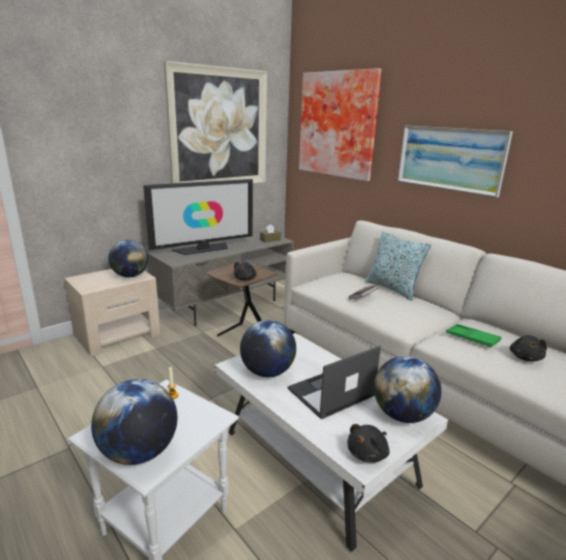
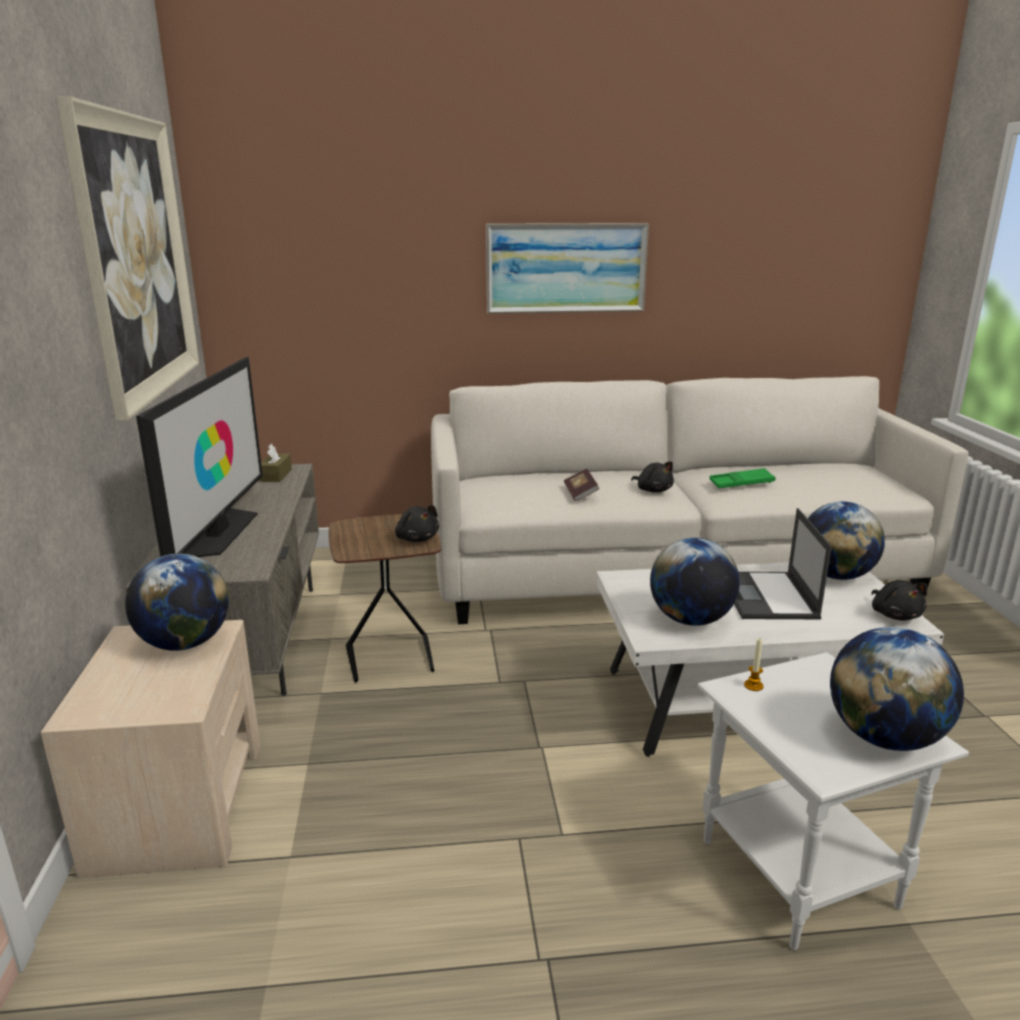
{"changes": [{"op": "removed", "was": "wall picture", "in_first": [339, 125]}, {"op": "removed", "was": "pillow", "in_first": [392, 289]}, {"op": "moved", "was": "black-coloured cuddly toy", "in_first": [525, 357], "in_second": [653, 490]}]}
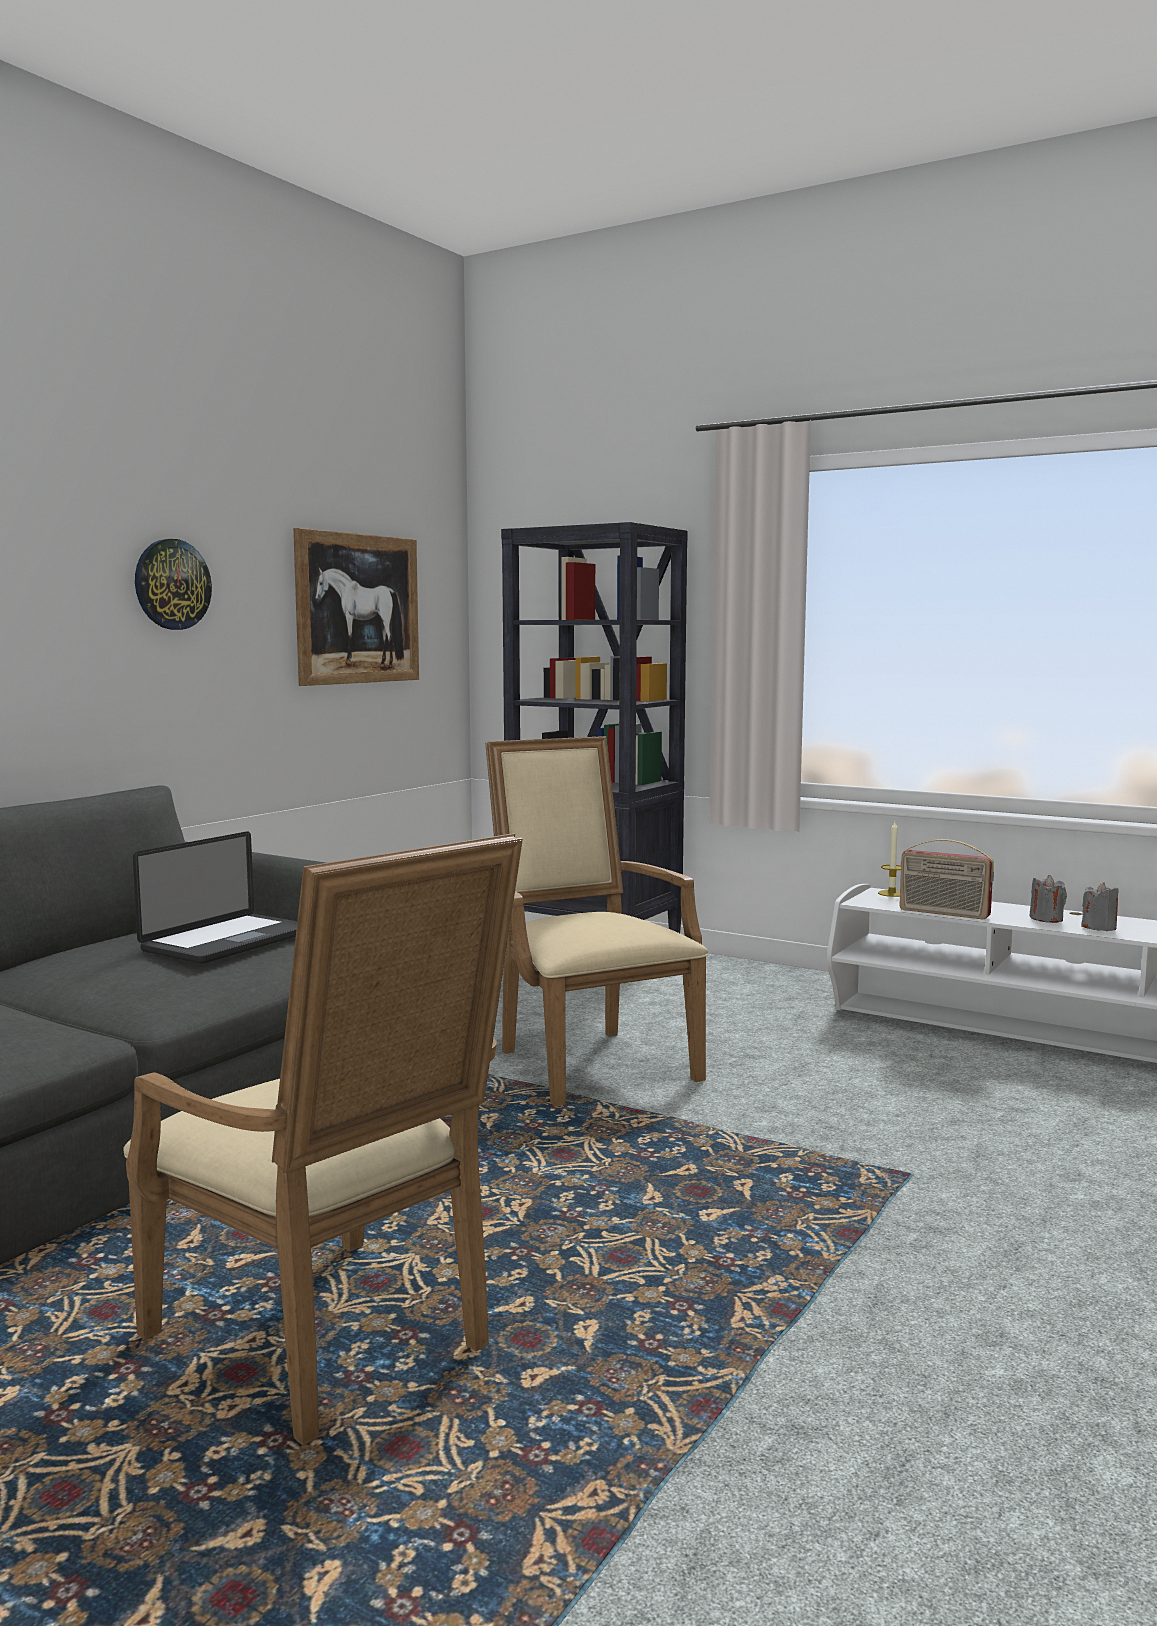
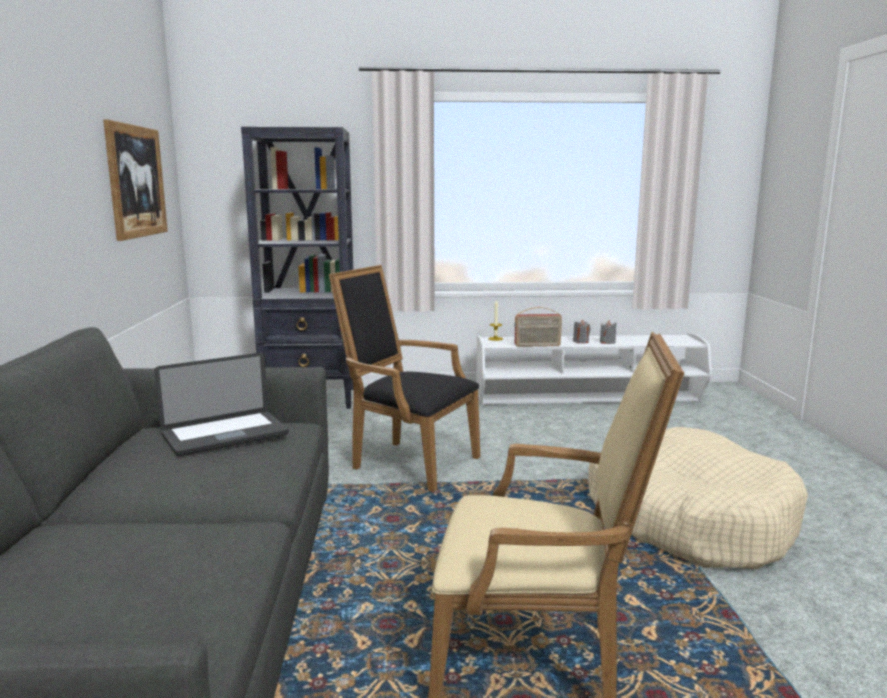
{"changes": [{"op": "removed", "was": "hanging clock", "in_first": [172, 584]}, {"op": "added", "now": "sand-coloured dog cushion", "in_second": [688, 518]}, {"op": "recoloured", "was": "sand-coloured easy chair", "now": "black-coloured easy chair", "in_first": [587, 1061], "in_second": [408, 462]}, {"op": "turned", "was": "notebook computer", "in_first": [228, 941], "in_second": [225, 435], "clockwise": 60}]}
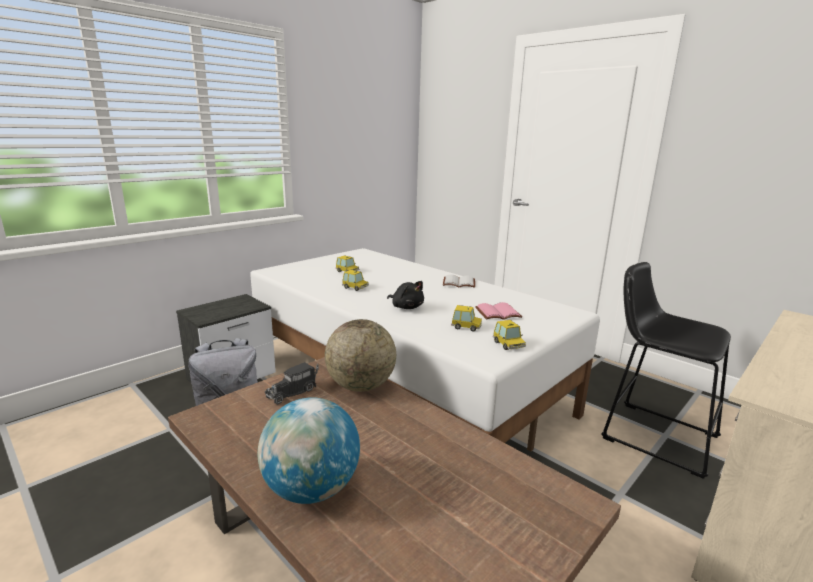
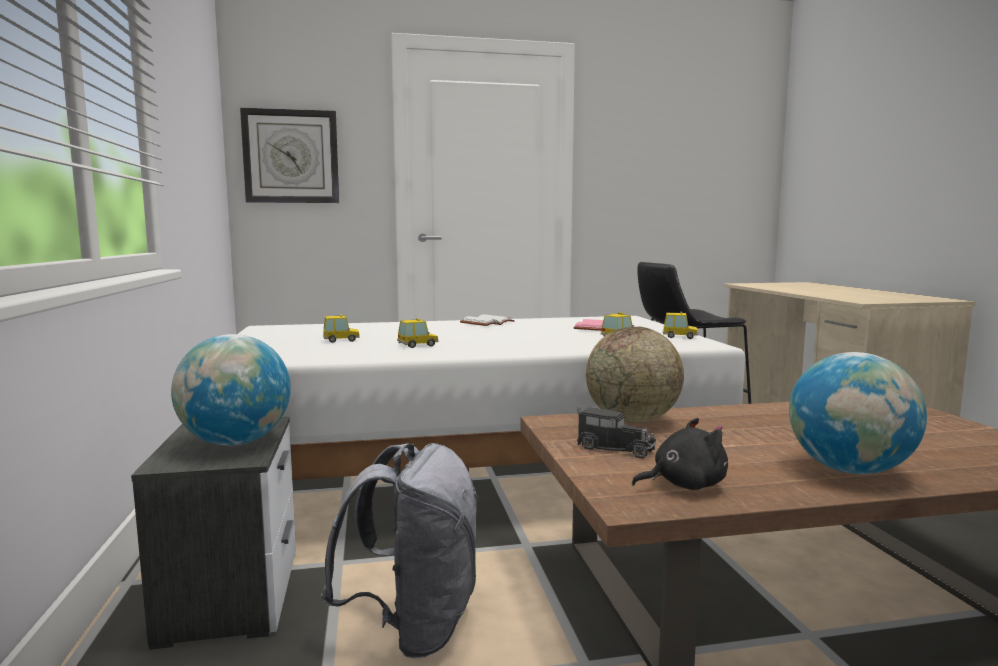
{"changes": [{"op": "added", "now": "world globe", "in_second": [236, 442]}, {"op": "added", "now": "hanging clock", "in_second": [291, 157]}, {"op": "moved", "was": "black-coloured cuddly toy", "in_first": [406, 307], "in_second": [684, 485]}, {"op": "turned", "was": "toy truck", "in_first": [293, 392], "in_second": [612, 448], "clockwise": -45}]}
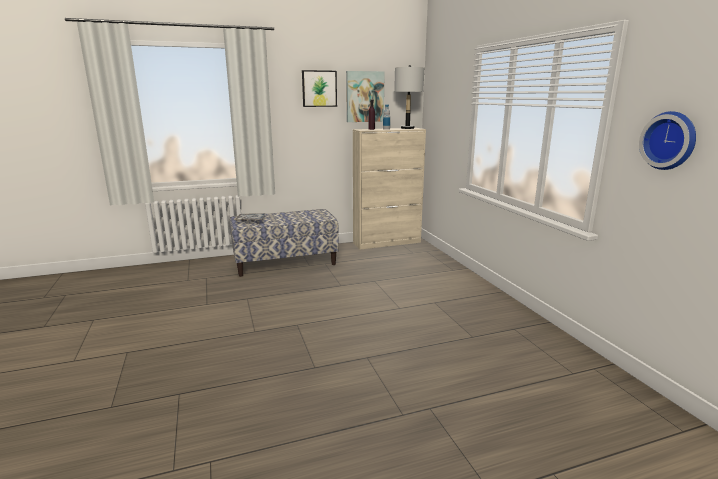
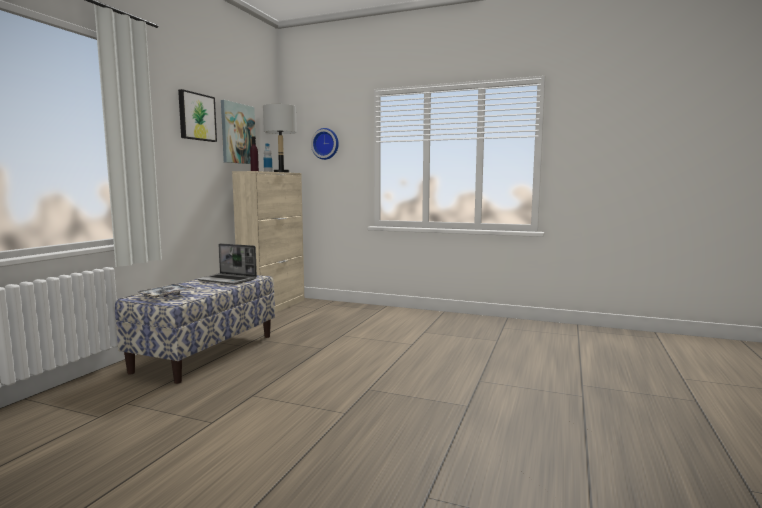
{"changes": [{"op": "added", "now": "notebook computer", "in_second": [228, 280]}, {"op": "moved", "was": "hanging clock", "in_first": [670, 140], "in_second": [326, 144]}]}
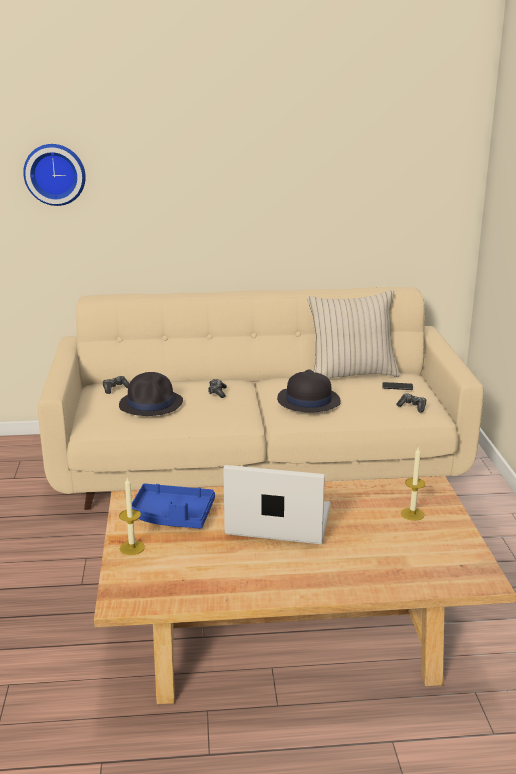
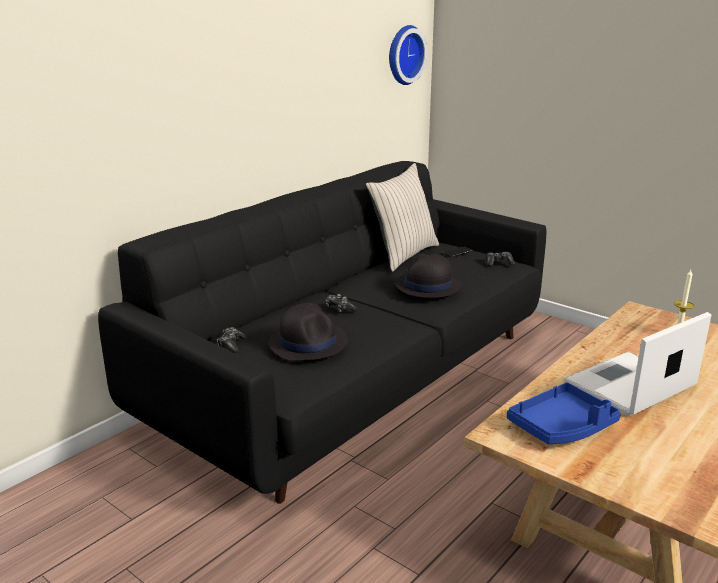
{"changes": [{"op": "removed", "was": "wax candle", "in_first": [132, 548]}, {"op": "moved", "was": "hanging clock", "in_first": [55, 174], "in_second": [403, 55]}, {"op": "recoloured", "was": "sand-coloured sofa", "now": "black-coloured sofa", "in_first": [258, 466], "in_second": [358, 379]}]}
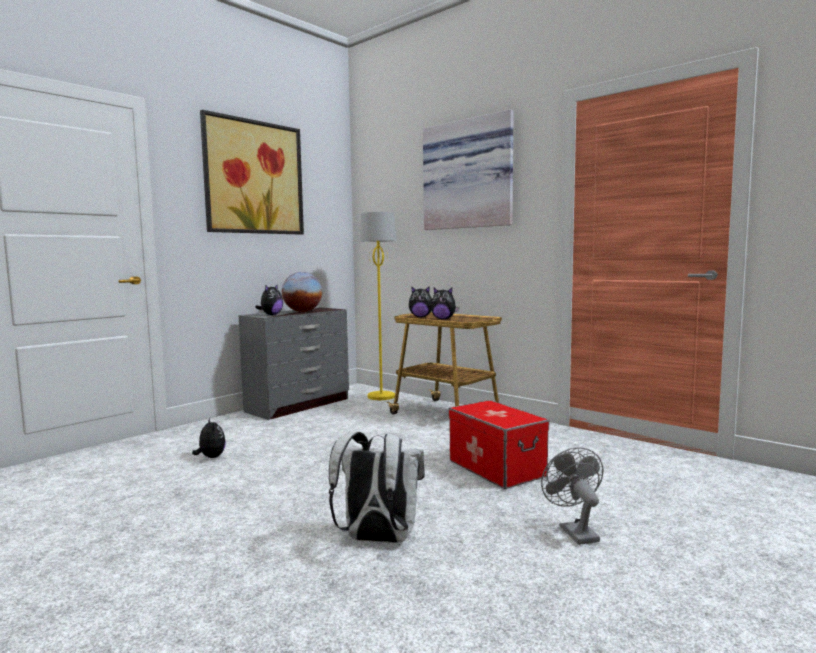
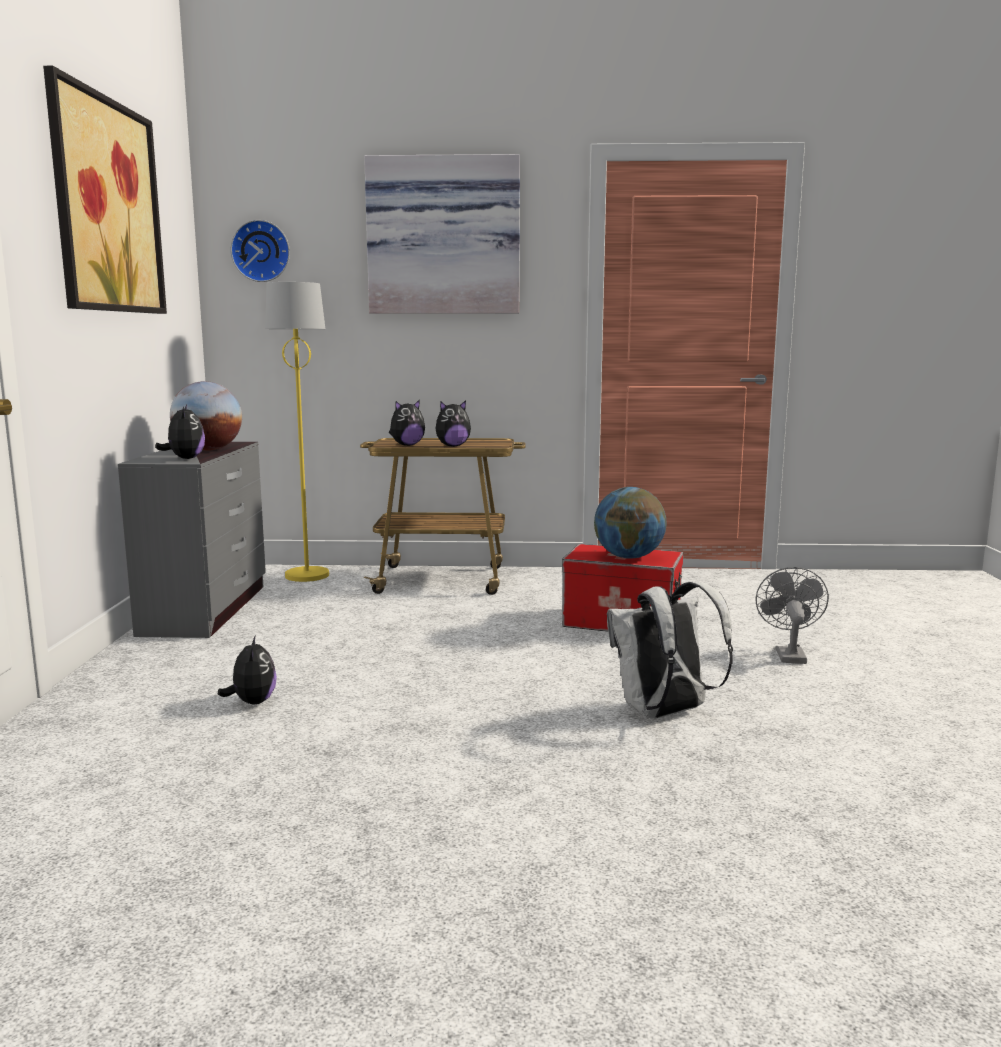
{"changes": [{"op": "added", "now": "hanging clock", "in_second": [261, 251]}, {"op": "added", "now": "world globe", "in_second": [628, 557]}, {"op": "turned", "was": "cuddly toy", "in_first": [211, 457], "in_second": [252, 702], "clockwise": 60}, {"op": "turned", "was": "greyish cooling fan", "in_first": [574, 531], "in_second": [788, 654], "clockwise": 60}]}
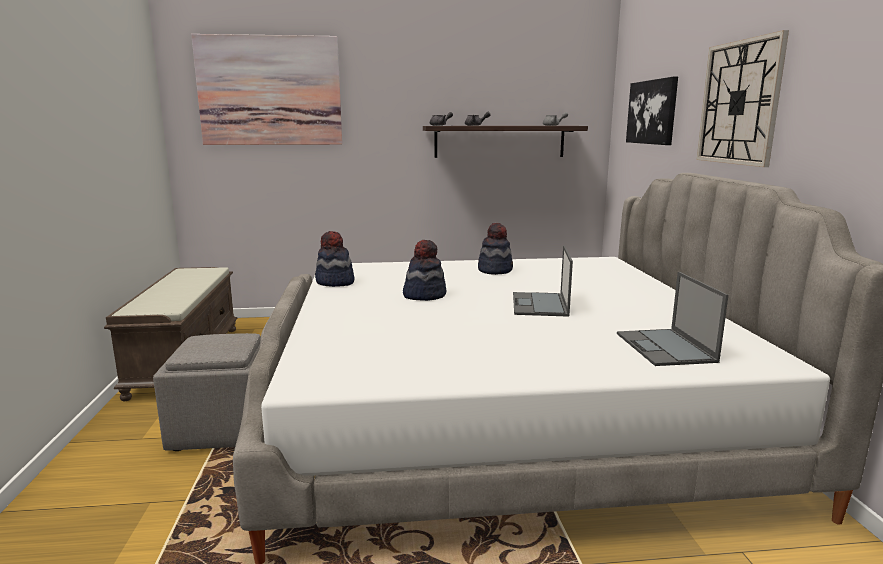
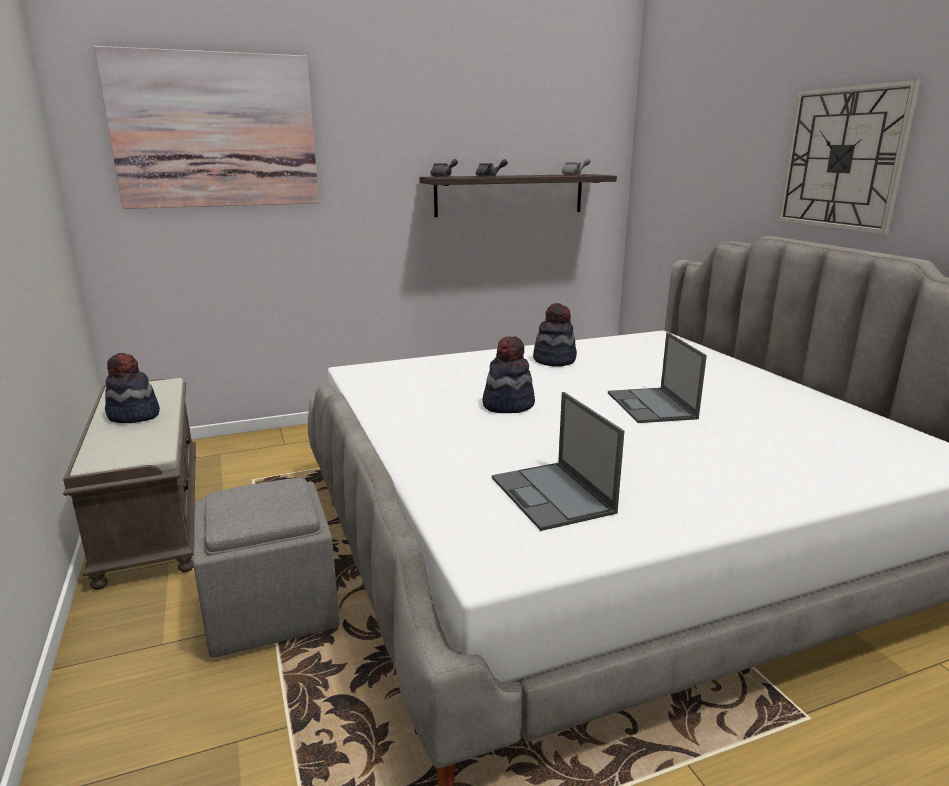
{"changes": [{"op": "removed", "was": "wall picture", "in_first": [652, 112]}, {"op": "moved", "was": "clothing hat", "in_first": [335, 282], "in_second": [133, 416]}, {"op": "moved", "was": "notebook computer", "in_first": [666, 348], "in_second": [553, 496]}]}
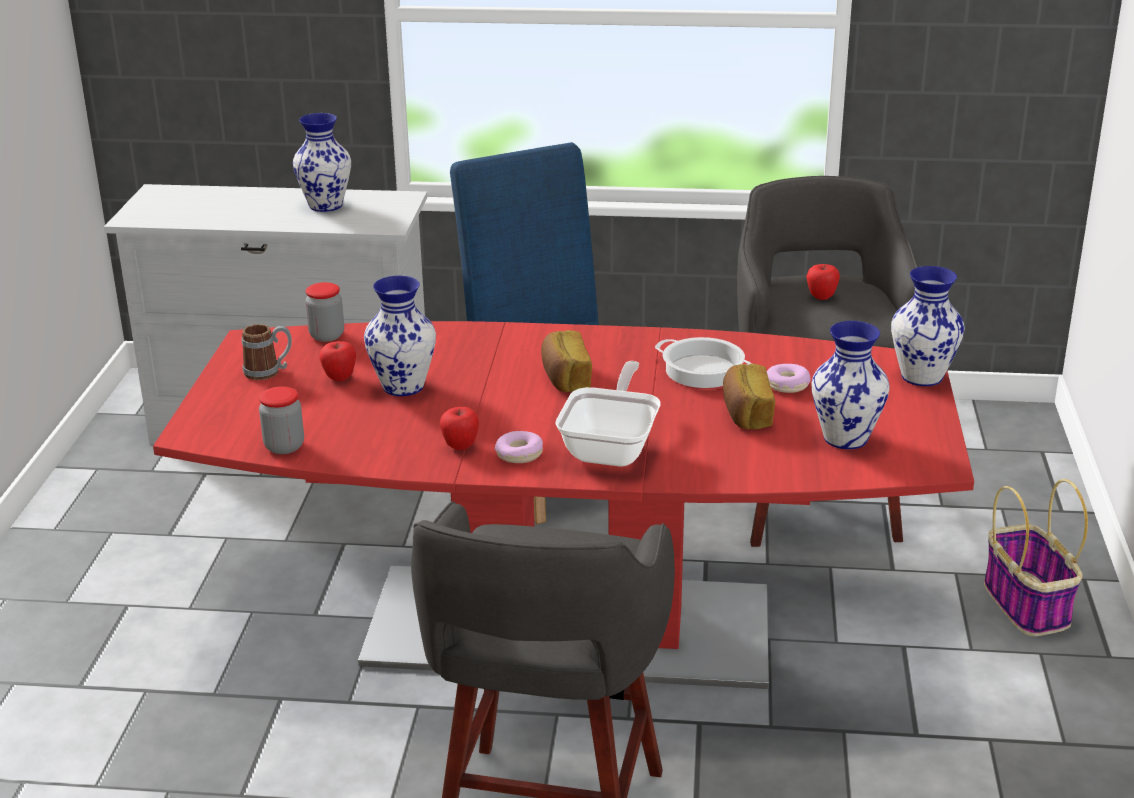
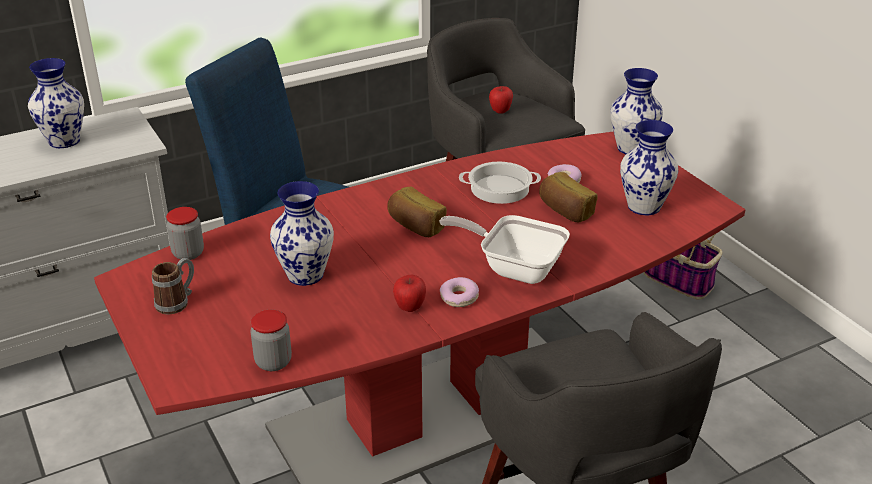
{"changes": [{"op": "removed", "was": "whole apple", "in_first": [339, 378]}, {"op": "turned", "was": "skillet", "in_first": [612, 447], "in_second": [514, 268], "clockwise": -45}]}
